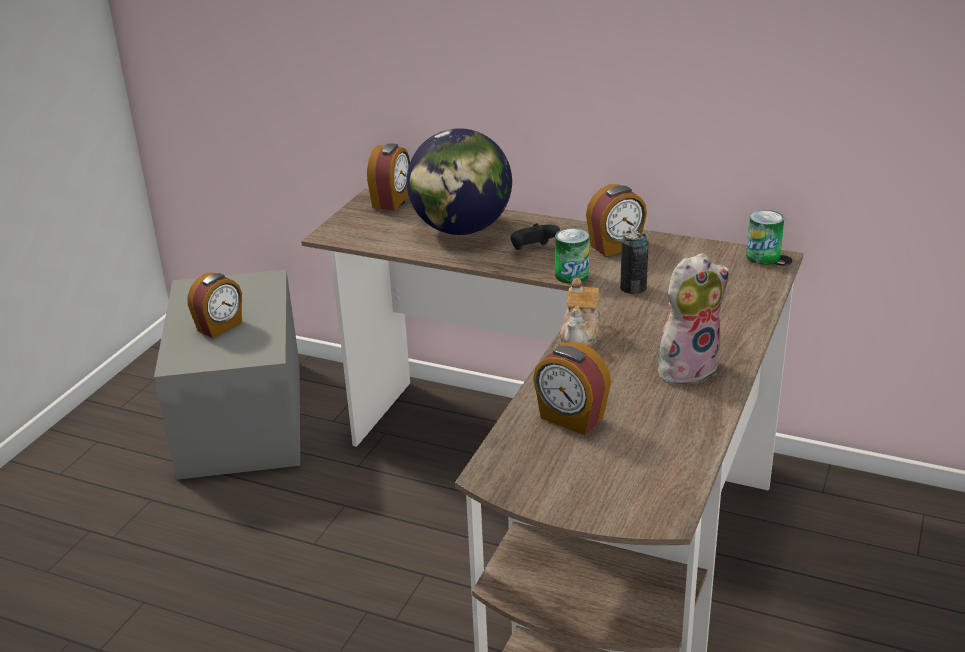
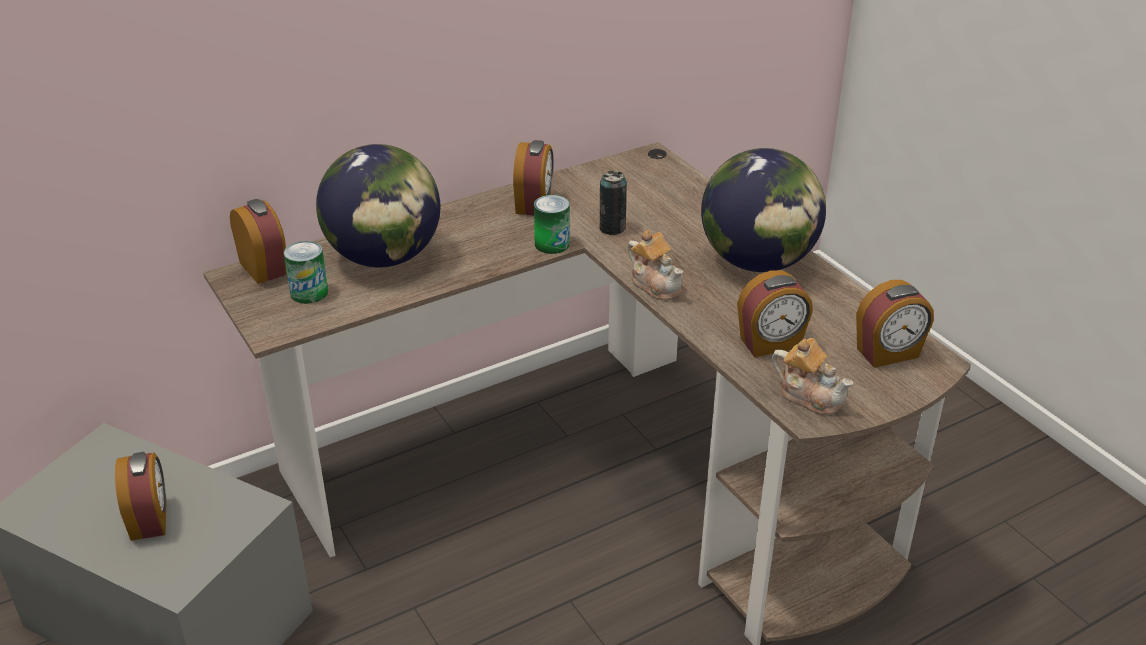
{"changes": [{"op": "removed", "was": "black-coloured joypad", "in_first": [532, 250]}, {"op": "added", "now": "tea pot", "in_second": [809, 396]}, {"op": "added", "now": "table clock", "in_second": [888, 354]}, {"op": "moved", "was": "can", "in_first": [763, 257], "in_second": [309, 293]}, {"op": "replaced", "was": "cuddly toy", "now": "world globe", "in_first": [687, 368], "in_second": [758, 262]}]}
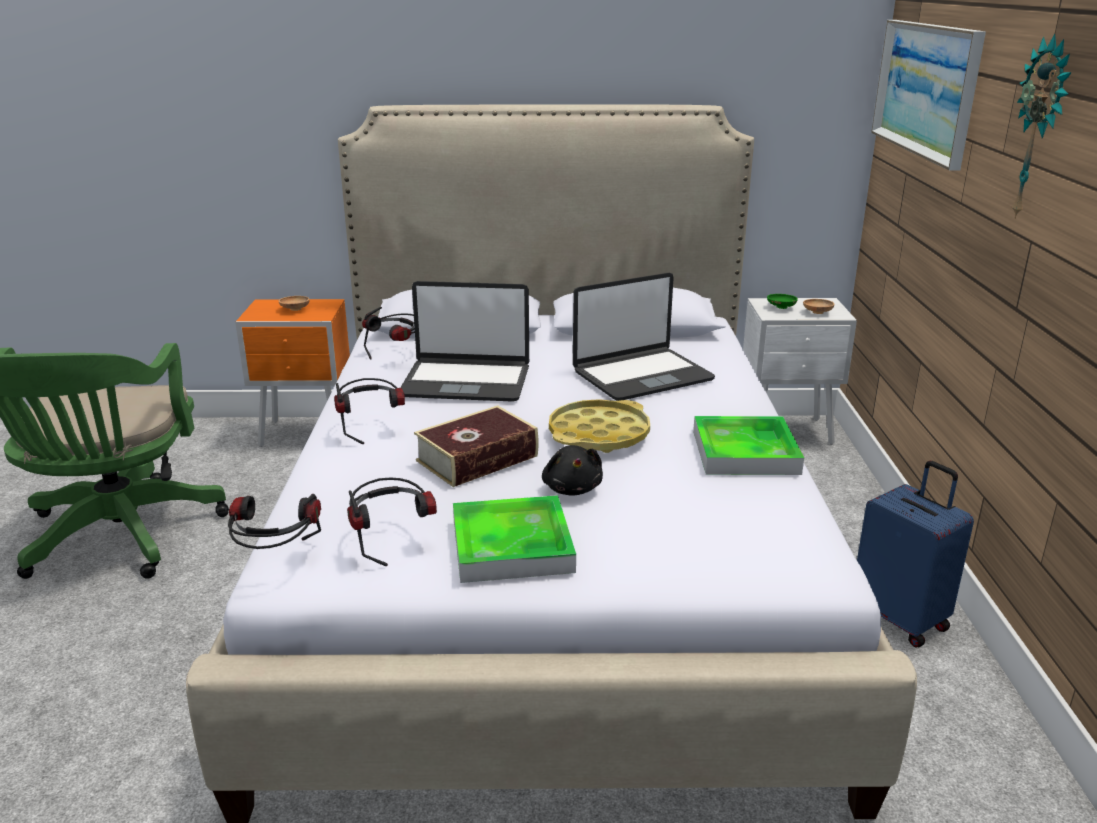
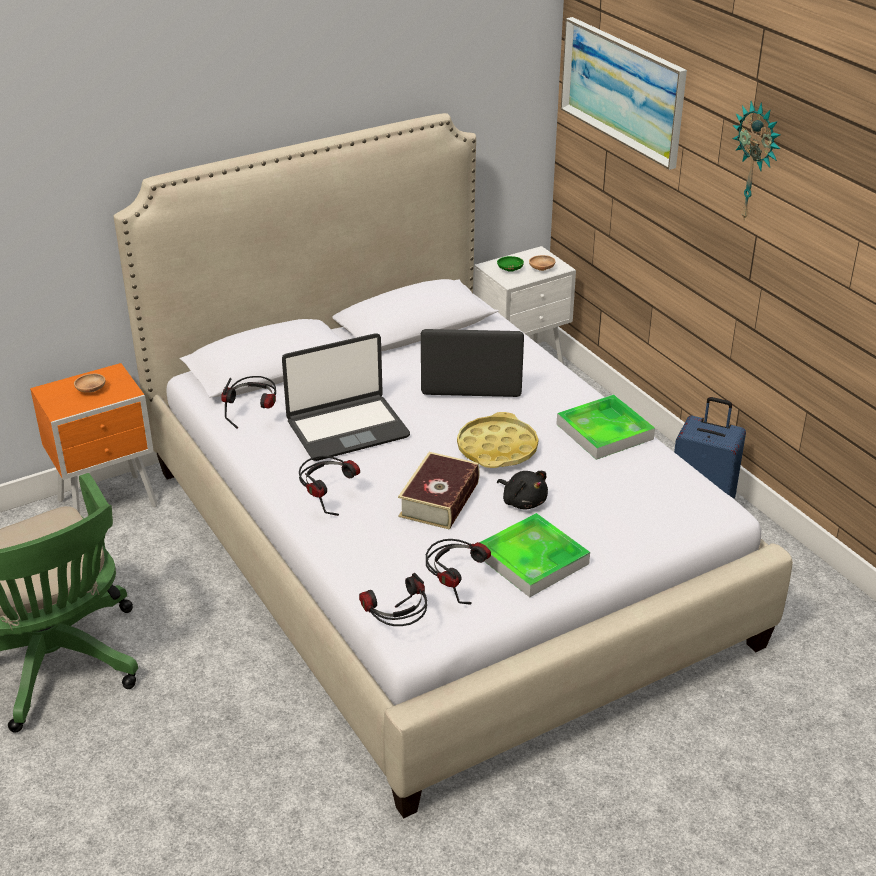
{"changes": [{"op": "turned", "was": "notebook computer", "in_first": [641, 375], "in_second": [471, 379], "clockwise": -120}]}
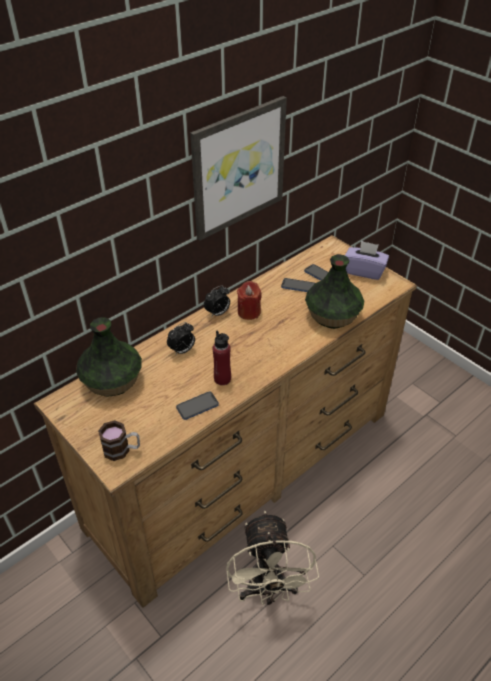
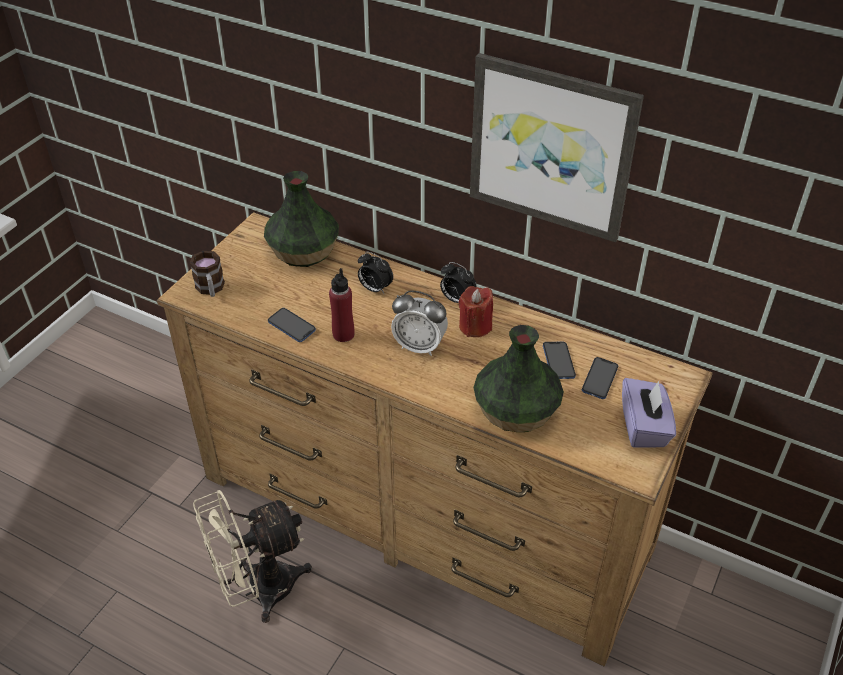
{"changes": [{"op": "added", "now": "table clock", "in_second": [419, 346]}]}
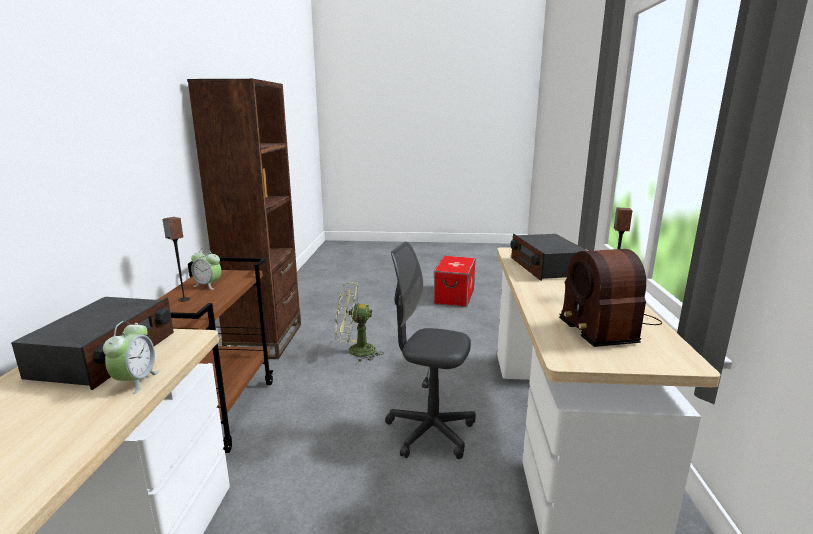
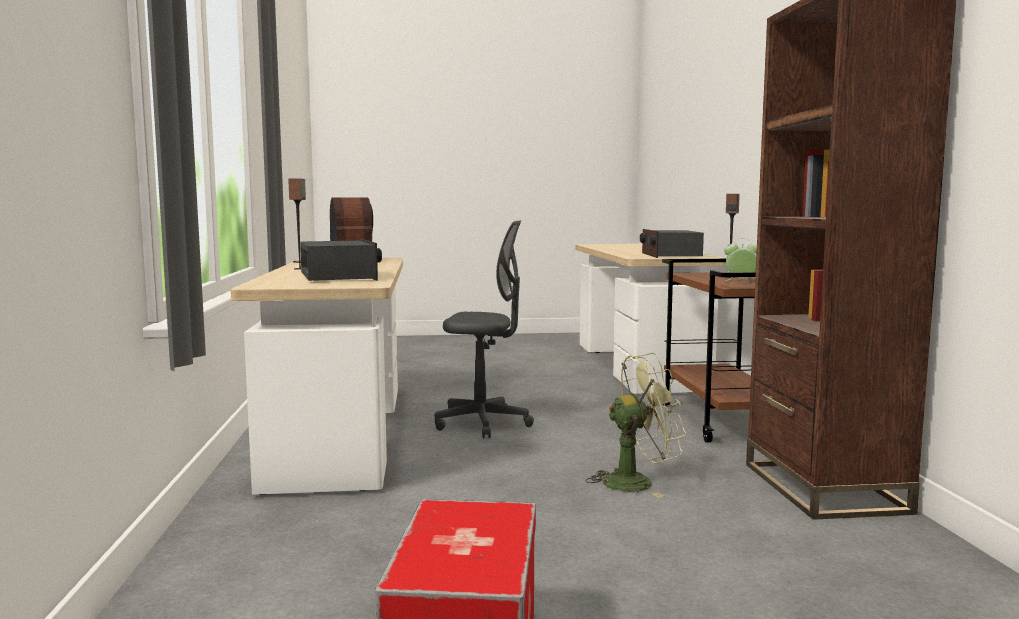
{"changes": [{"op": "removed", "was": "table clock", "in_first": [136, 381]}]}
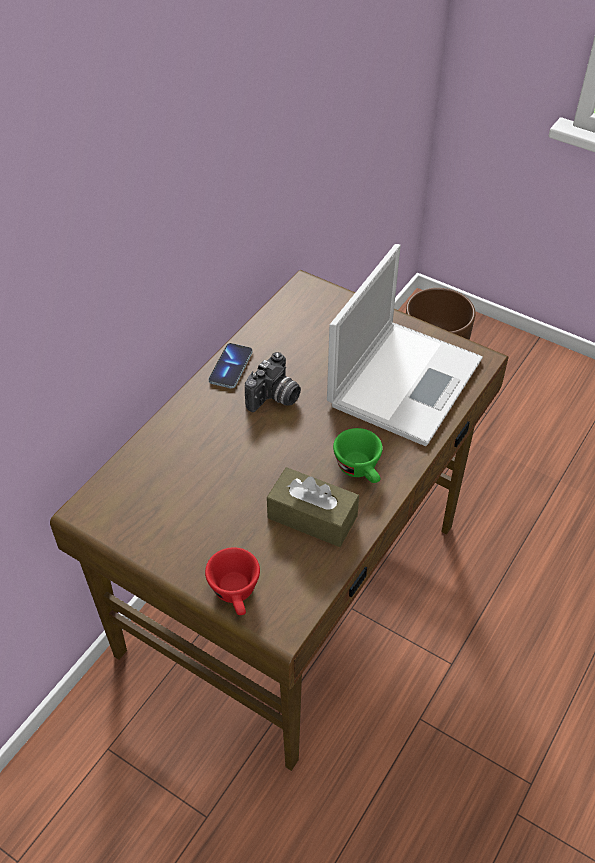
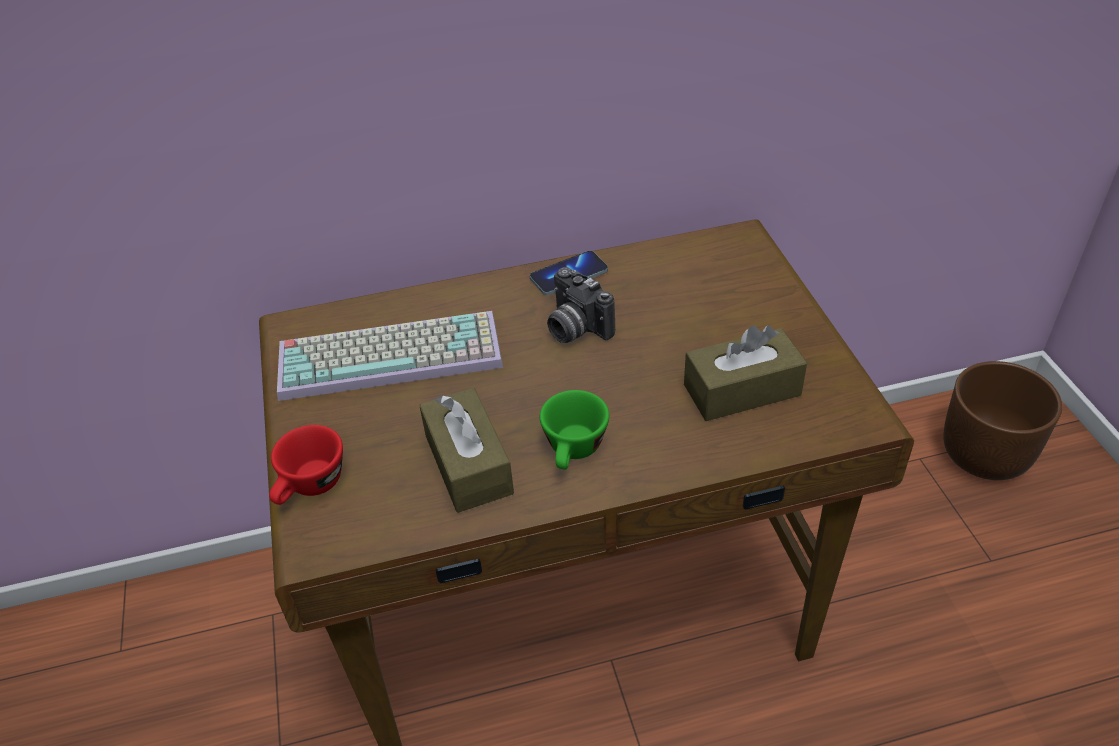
{"changes": [{"op": "added", "now": "computer keyboard", "in_second": [392, 354]}, {"op": "replaced", "was": "notebook computer", "now": "brownish box of tissues", "in_first": [406, 380], "in_second": [742, 390]}, {"op": "turned", "was": "still camera", "in_first": [275, 399], "in_second": [574, 328], "clockwise": 60}]}
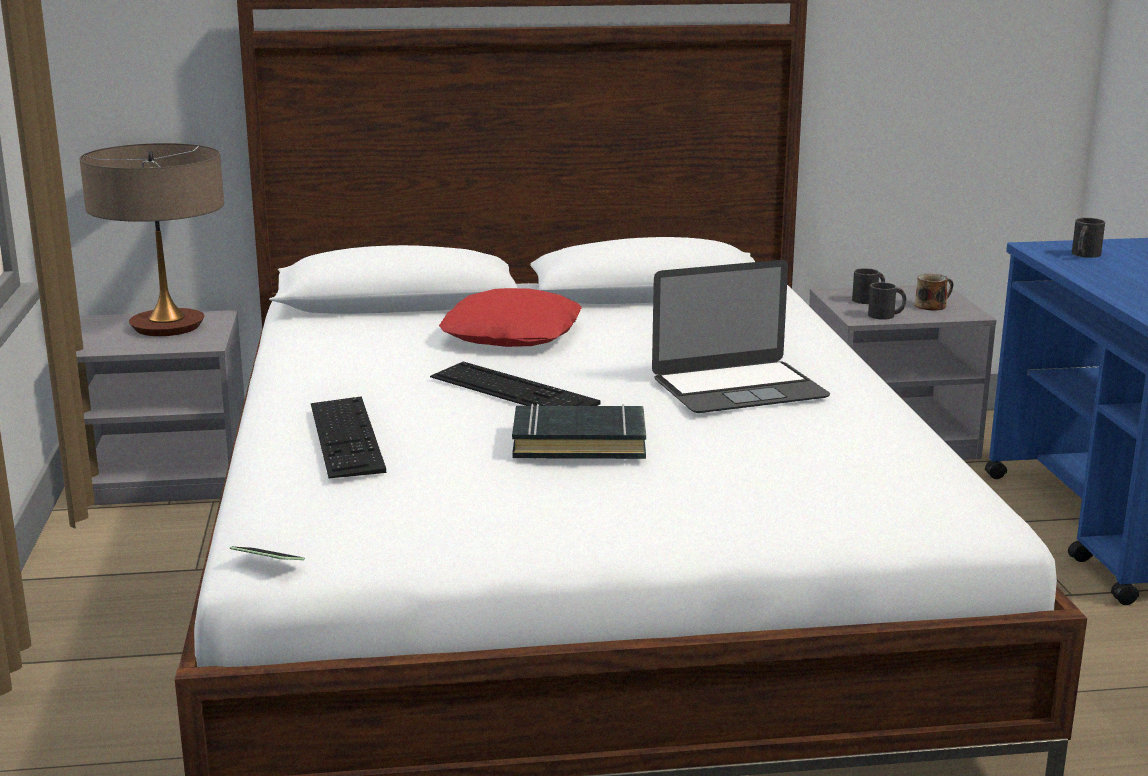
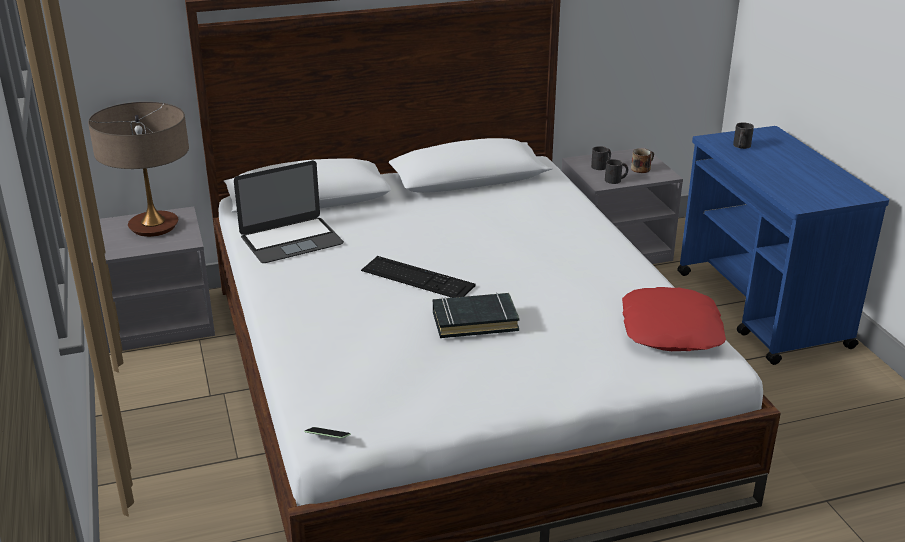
{"changes": [{"op": "removed", "was": "computer keyboard", "in_first": [346, 436]}, {"op": "moved", "was": "red pillow", "in_first": [513, 334], "in_second": [671, 330]}, {"op": "moved", "was": "notebook computer", "in_first": [739, 387], "in_second": [291, 240]}]}
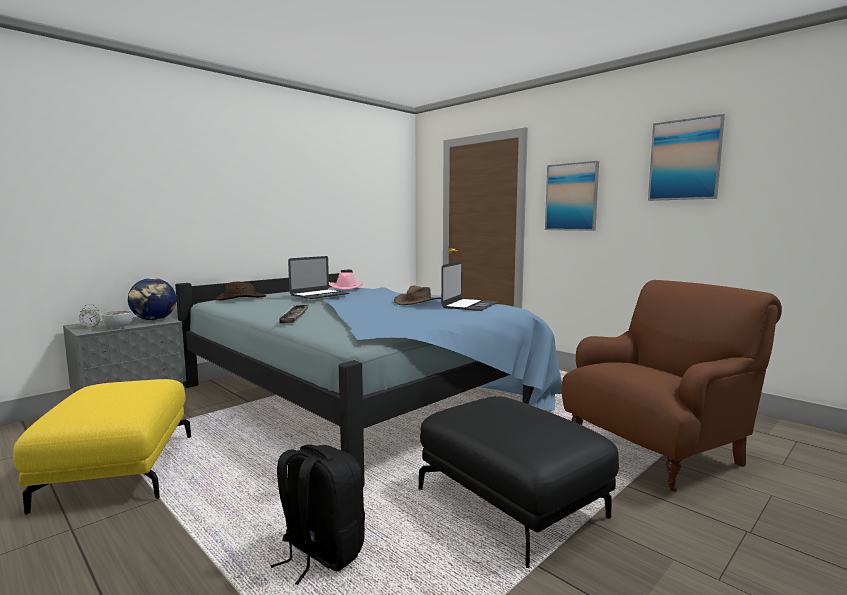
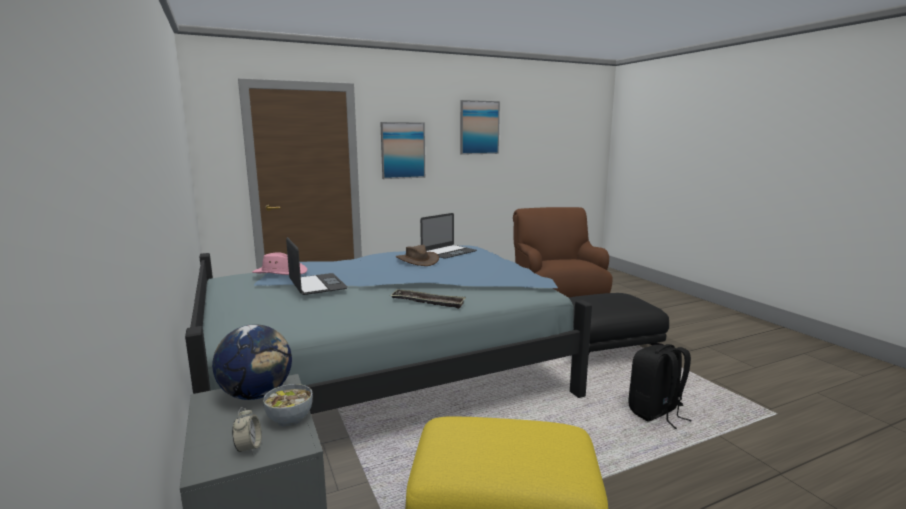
{"changes": [{"op": "removed", "was": "brownish clothing hat", "in_first": [240, 298]}, {"op": "turned", "was": "notebook computer", "in_first": [470, 305], "in_second": [449, 252], "clockwise": 90}]}
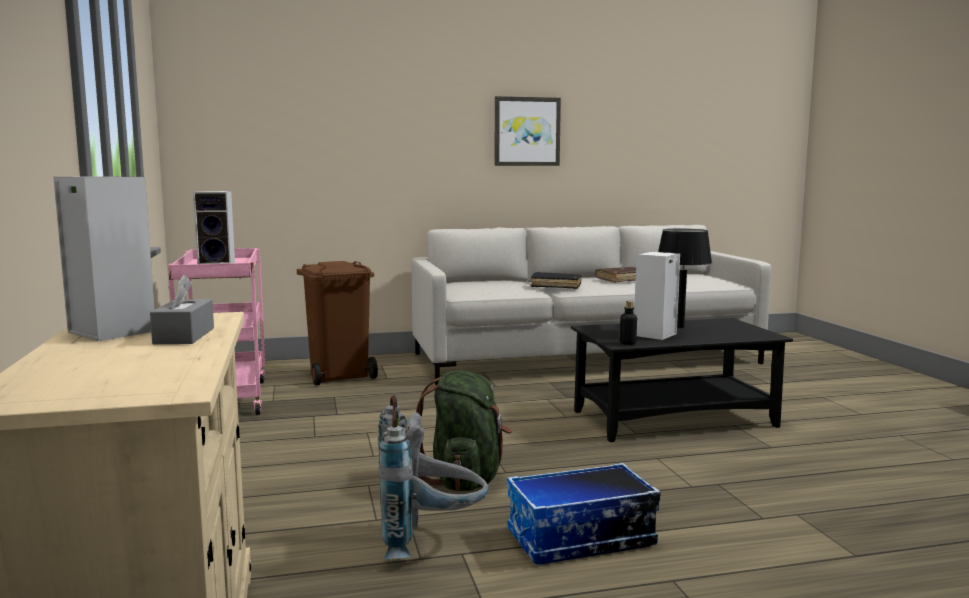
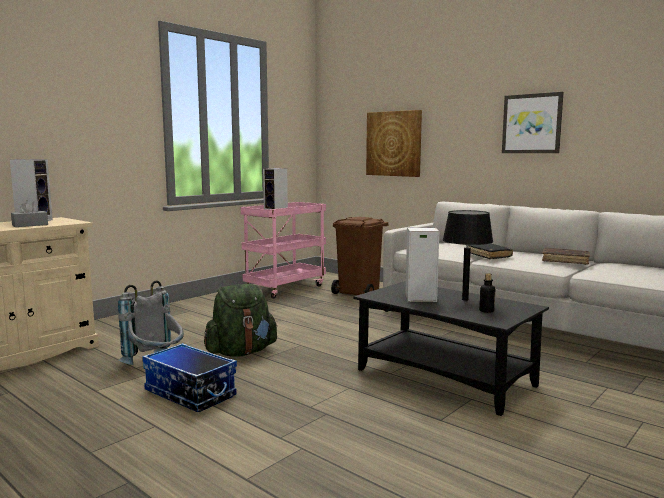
{"changes": [{"op": "added", "now": "wall picture", "in_second": [394, 143]}, {"op": "moved", "was": "bottle", "in_first": [627, 343], "in_second": [486, 311]}]}
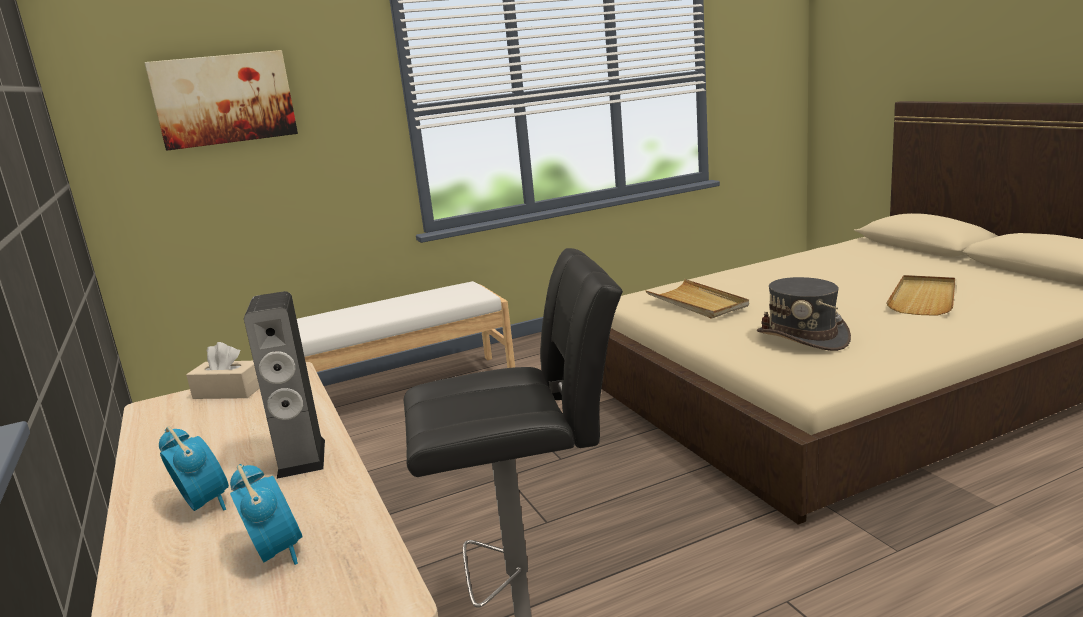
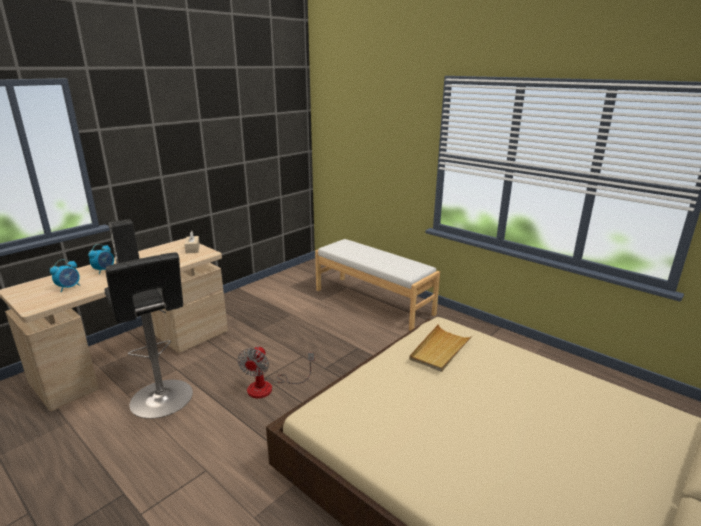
{"changes": [{"op": "removed", "was": "wall picture", "in_first": [224, 99]}, {"op": "removed", "was": "greyish clothing hat", "in_first": [802, 338]}, {"op": "removed", "was": "sand-coloured carrying tray", "in_first": [923, 298]}, {"op": "added", "now": "cooling fan", "in_second": [269, 387]}]}
